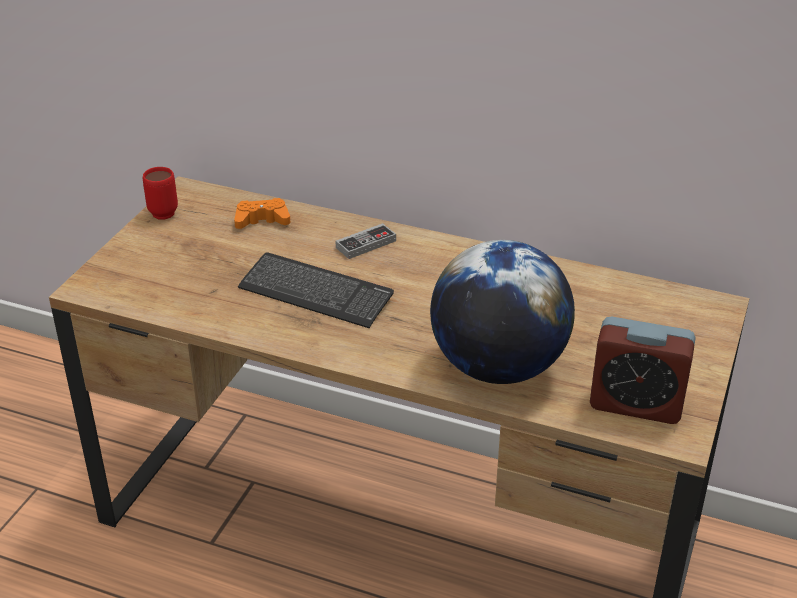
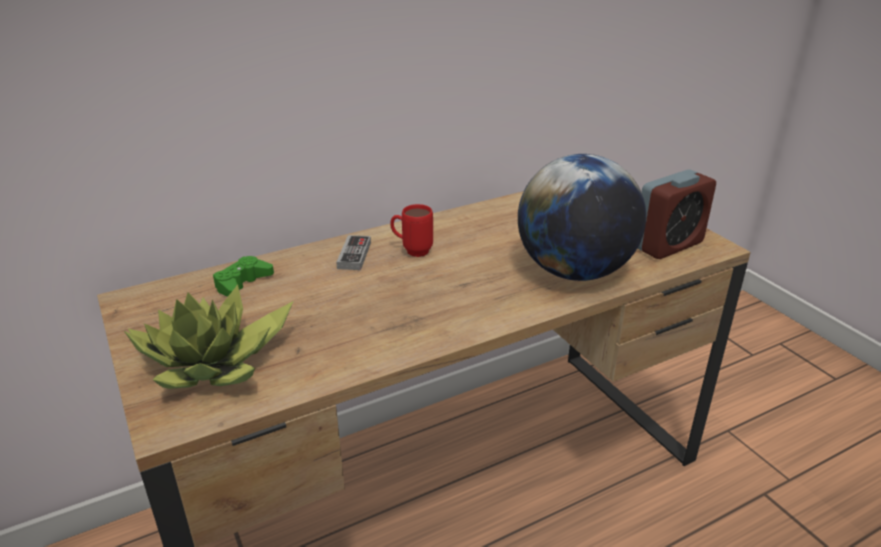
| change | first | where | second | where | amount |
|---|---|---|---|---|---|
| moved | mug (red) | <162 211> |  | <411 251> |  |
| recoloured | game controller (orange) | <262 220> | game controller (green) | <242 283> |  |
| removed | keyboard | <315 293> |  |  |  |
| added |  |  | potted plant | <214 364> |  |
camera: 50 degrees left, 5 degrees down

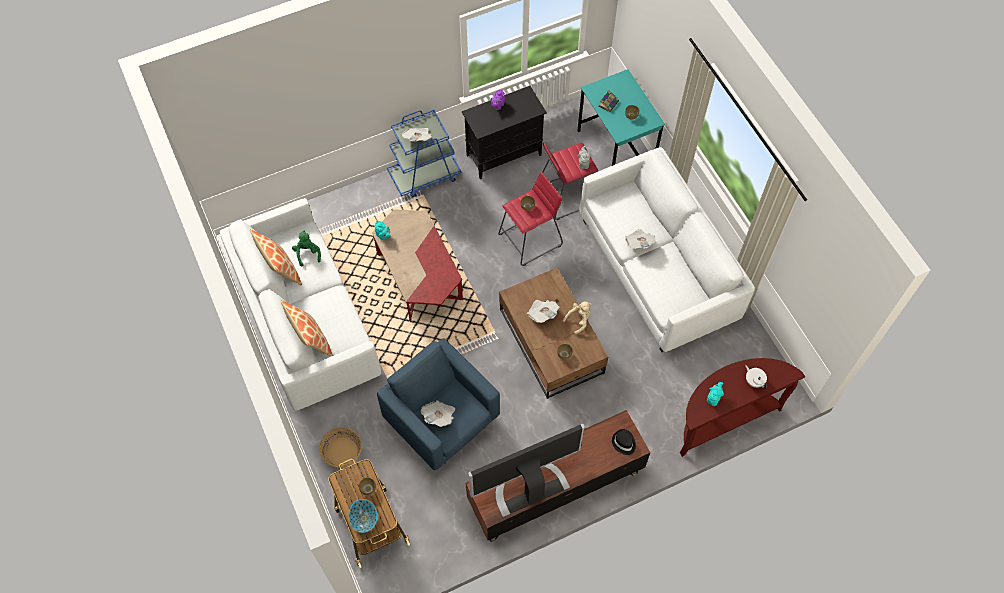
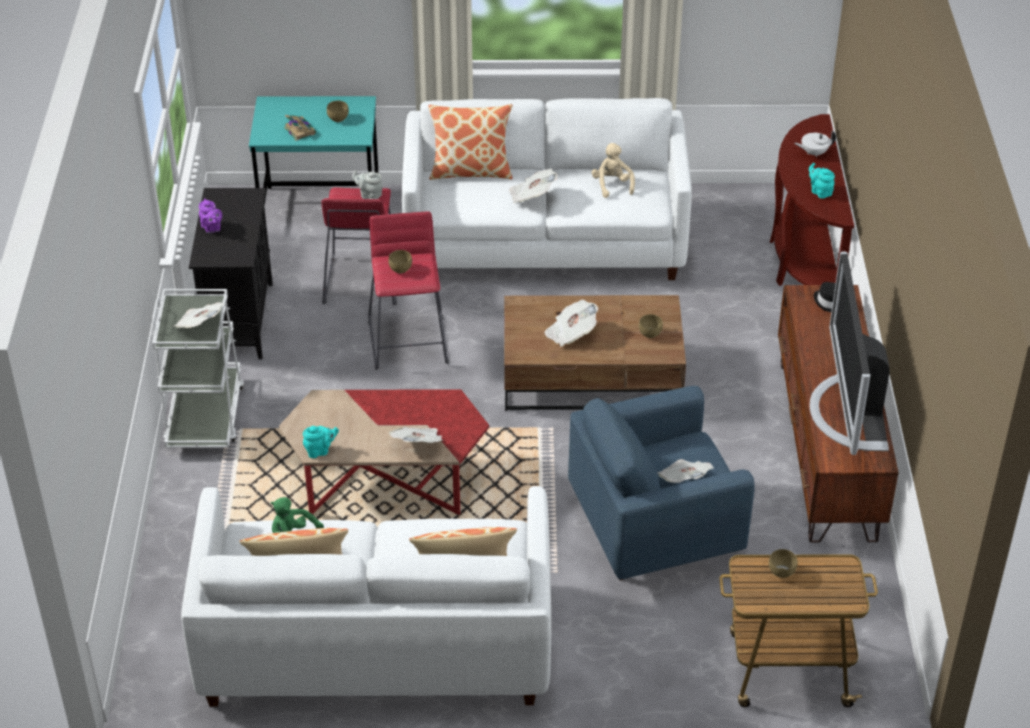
| change | first | where | second | where | amount |
|---|---|---|---|---|---|
| removed | basket | <342 452> |  |  |  |
| removed | bowl | <363 519> |  |  |  |
| recoloured | cart (blue) | <425 175> | cart (white) | <205 416> |  |
| moved | plush toy (beige) | <579 320> |  | <612 185> |  |
| added |  |  | newspaper | <418 445> |  |
| added |  |  | pillow | <471 171> |  |
camera: 65 degrees left, 20 degrees down

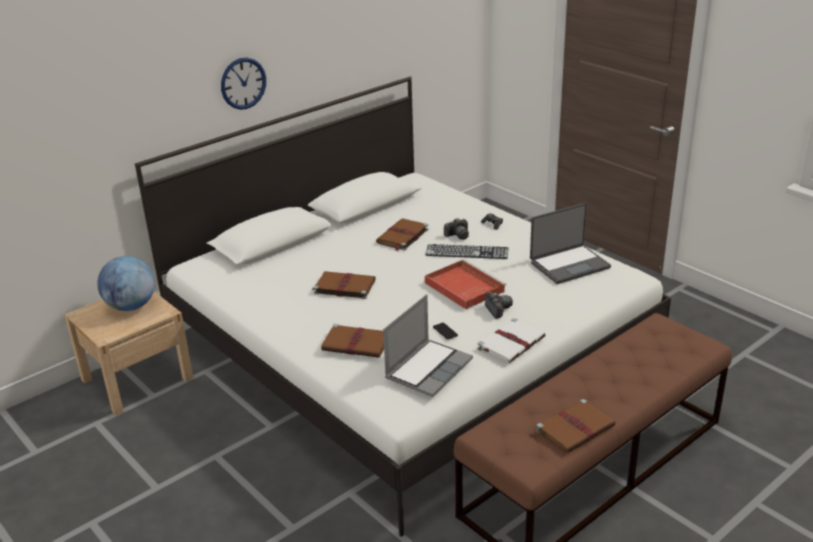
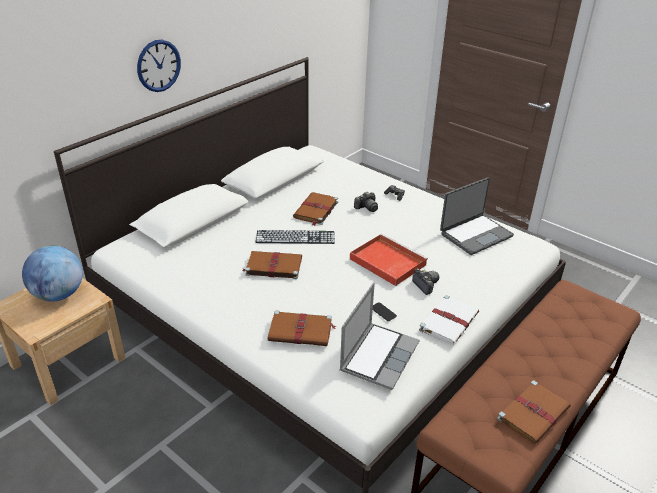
| change | first | where | second | where | amount |
|---|---|---|---|---|---|
| moved | keyboard | <467 252> |  | <295 237> |  |
camera: 10 degrees left, 5 degrees up

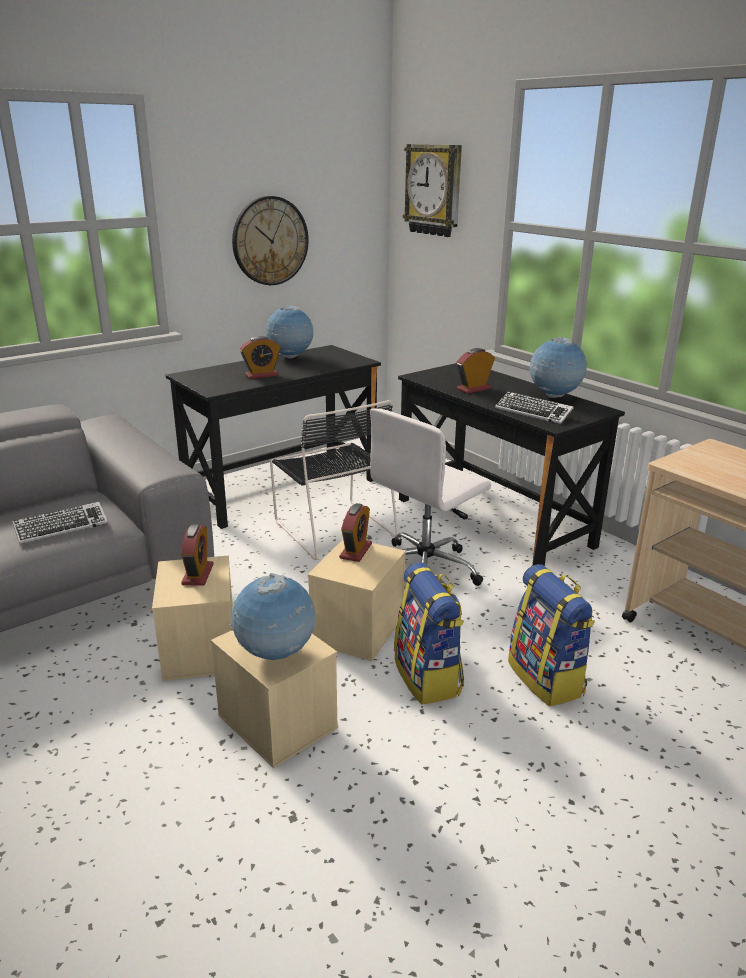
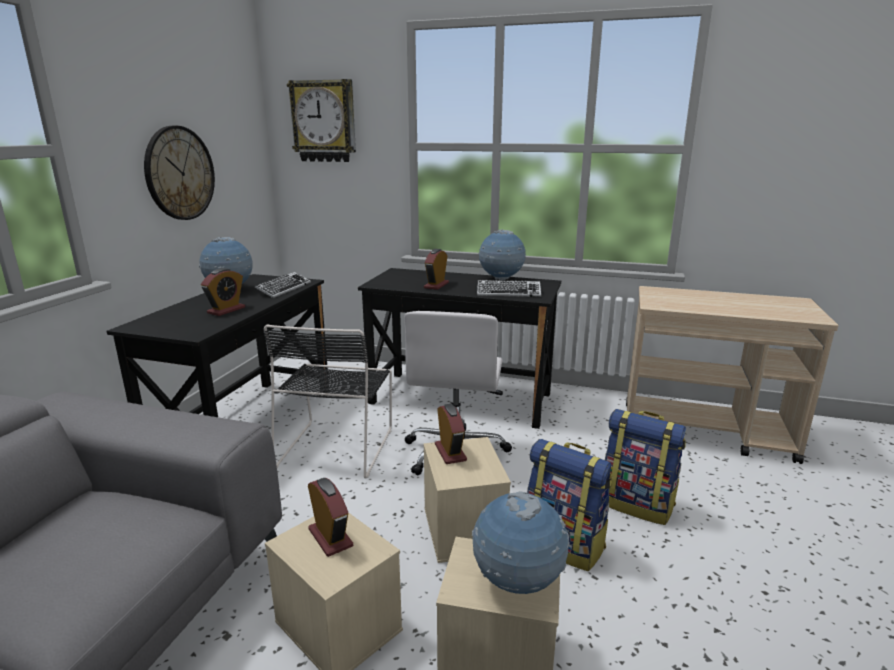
| change | first | where | second | where | amount |
|---|---|---|---|---|---|
| moved | keyboard | <61 528> |  | <284 289> |  |
| turned | chair (black) | <333 527> |  | <337 446> | 75 degrees clockwise |
camera: 35 degrees left, 5 degrees down

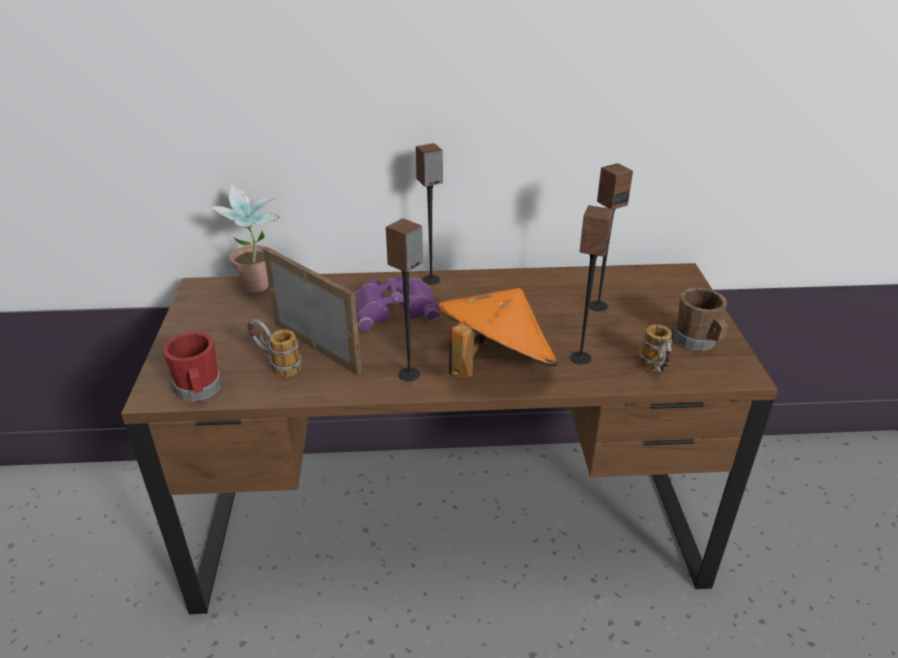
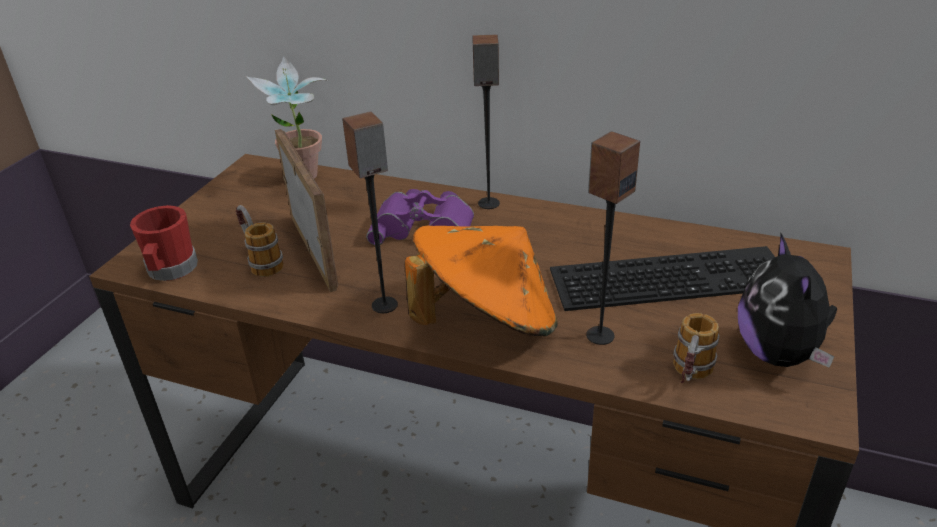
| change | first | where | second | where | amount |
|---|---|---|---|---|---|
| replaced | speaker | <598 306> | keyboard | <671 275> |  |
| replaced | mug (brown) | <697 342> | plush toy | <779 354> |  |
camera: 25 degrees right, 0 degrees up

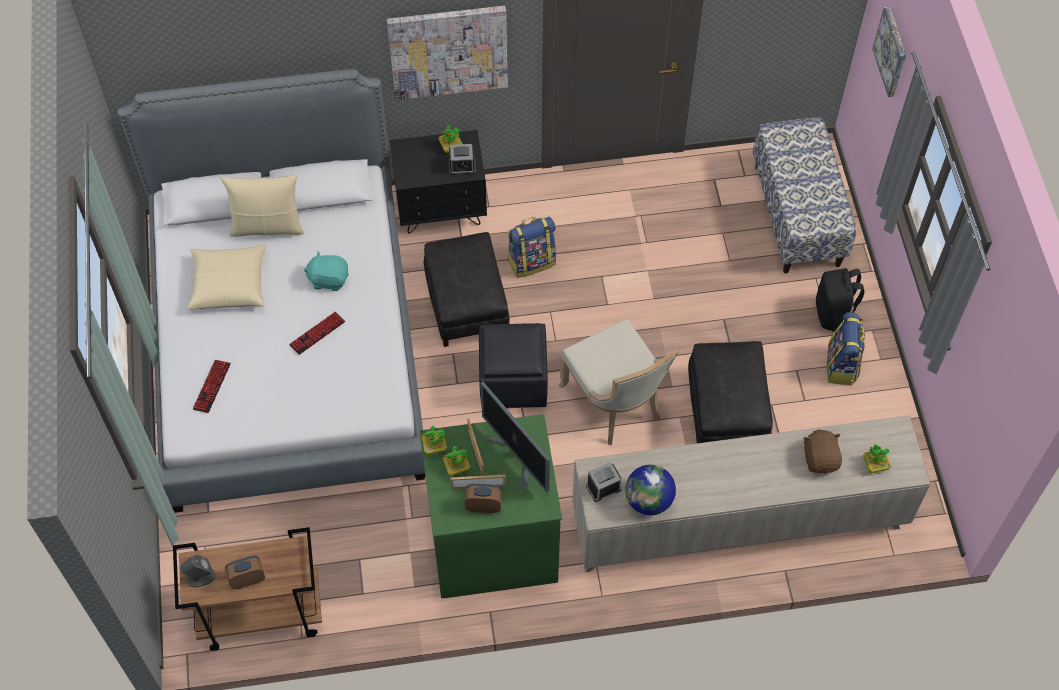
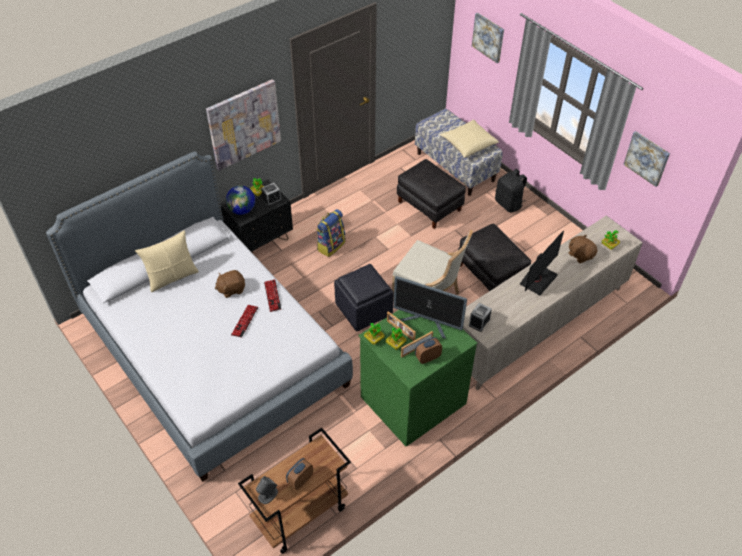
| change | first | where | second | where | amount |
|---|---|---|---|---|---|
| moved | pillow (beige) | <229 284> |  | <468 144> |  |
| moved | keyboard | <212 386> |  | <272 296> |  |
| recoloured | plush toy (turquoise) | <328 279> | plush toy (brown) | <231 289> |  |
| moved | ottoman (black) | <467 305> |  | <430 206> |  |
| moved | globe | <649 500> |  | <242 210> |  |
| removed | backpack | <842 365> |  |  |  |
| added |  |  | monitor | <538 279> |  |
| added |  |  | picture | <647 158> |  |
camera: 30 degrees left, 10 degrees down

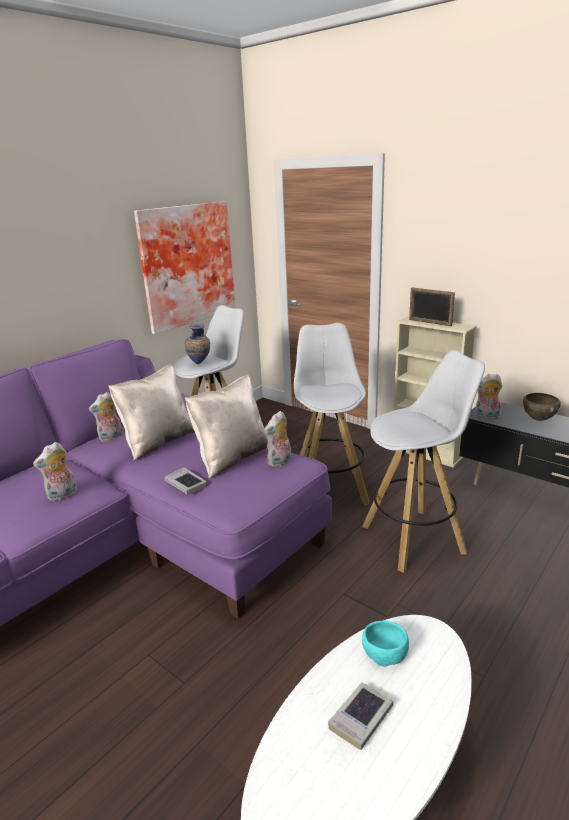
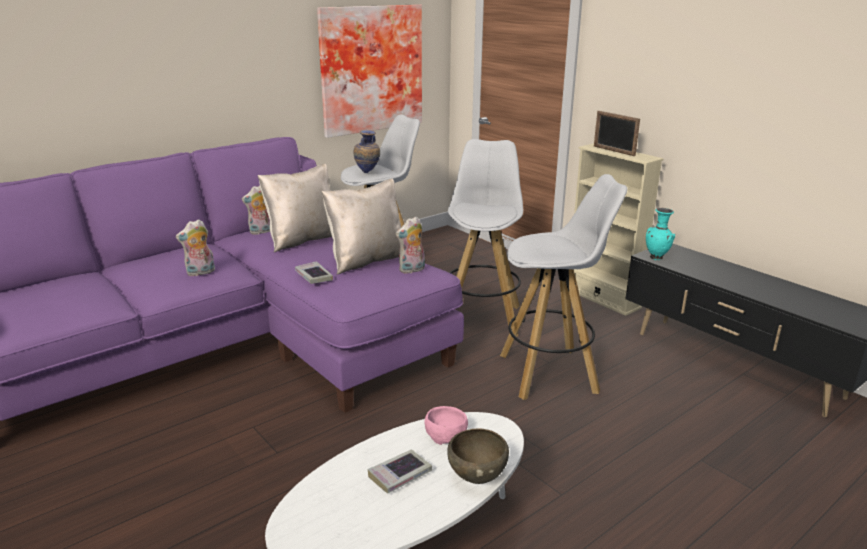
| change | first | where | second | where | amount |
|---|---|---|---|---|---|
| recoloured | bowl (turquoise) | <384 652> | bowl (pink) | <445 435> |  |
| replaced | plush toy | <486 416> | vase (turquoise) | <657 258> |  |
| moved | bowl (brown) | <538 419> |  | <477 478> |  |
camera: 10 degrees right, 0 degrees up

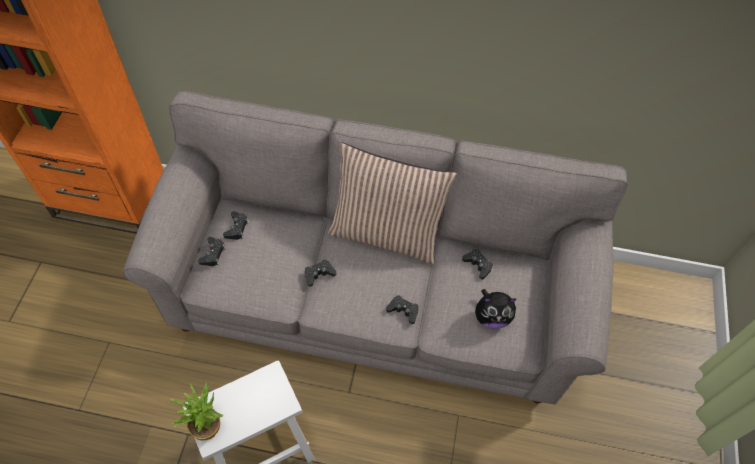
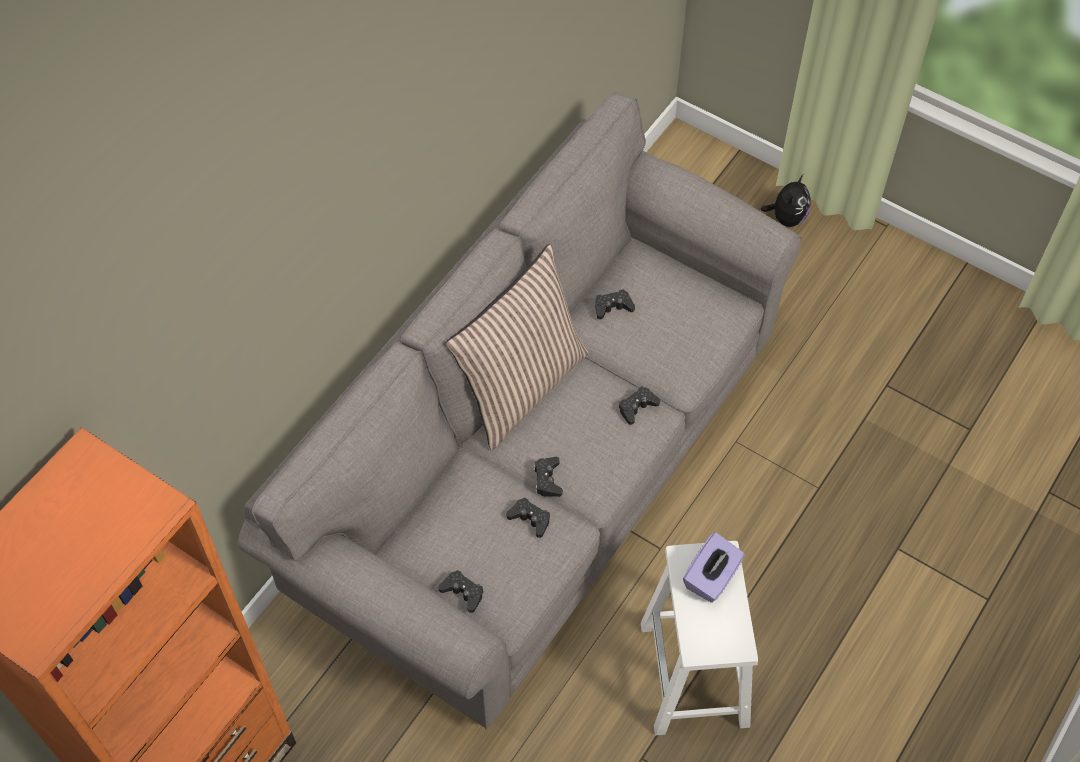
| change | first | where | second | where | amount |
|---|---|---|---|---|---|
| removed | potted plant | <206 424> |  |  |  |
| moved | game controller (black) | <237 228> |  | <530 519> |  |
| moved | plush toy | <491 317> |  | <786 218> |  |
| added |  |  | tissue box (purple) | <711 578> |  |
camera: 65 degrees left, 0 degrees up

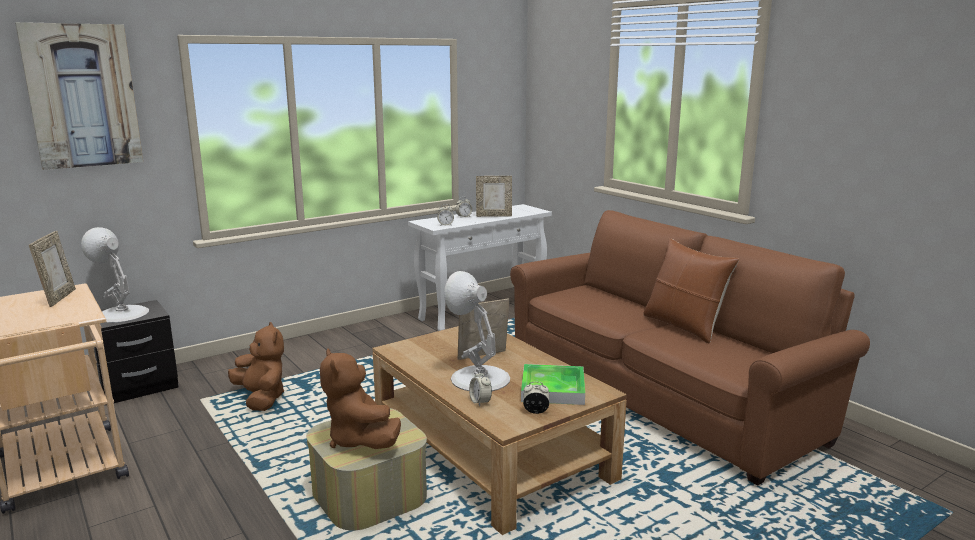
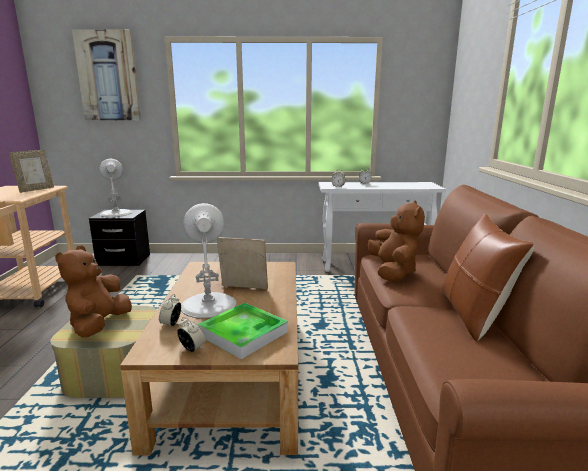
| change | first | where | second | where | amount |
|---|---|---|---|---|---|
| moved | plush toy (brown) | <261 398> |  | <393 272> |  |
| removed | picture frame | <494 216> |  |  |  |
camera: 35 degrees right, 0 degrees up

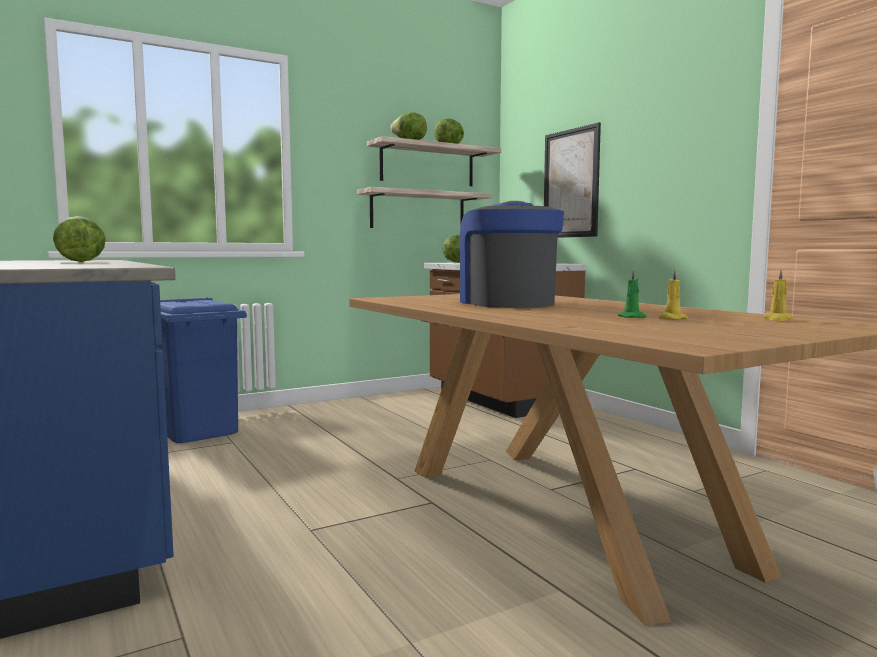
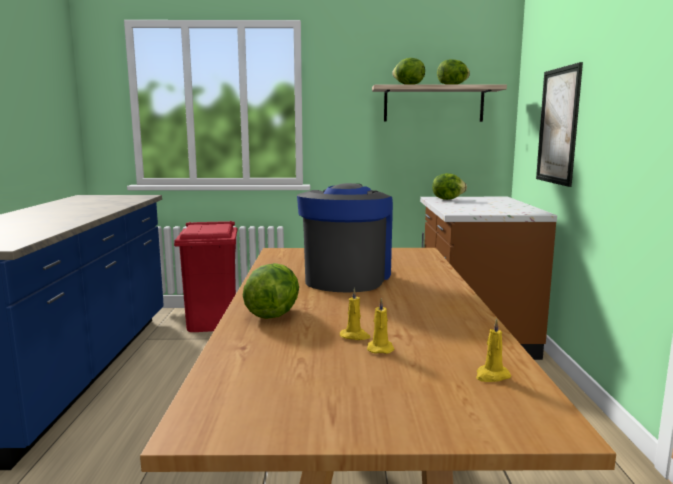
| change | first | where | second | where | amount |
|---|---|---|---|---|---|
| moved | lettuce | <81 262> |  | <273 314> |  |
| recoloured | trash can (blue) | <199 431> | trash can (red) | <212 322> |  |
| removed | shelf | <418 211> |  |  |  |
| recoloured | candle (green) | <632 317> | candle (yellow) | <355 336> |  |
camera: 30 degrees right, 5 degrees up

